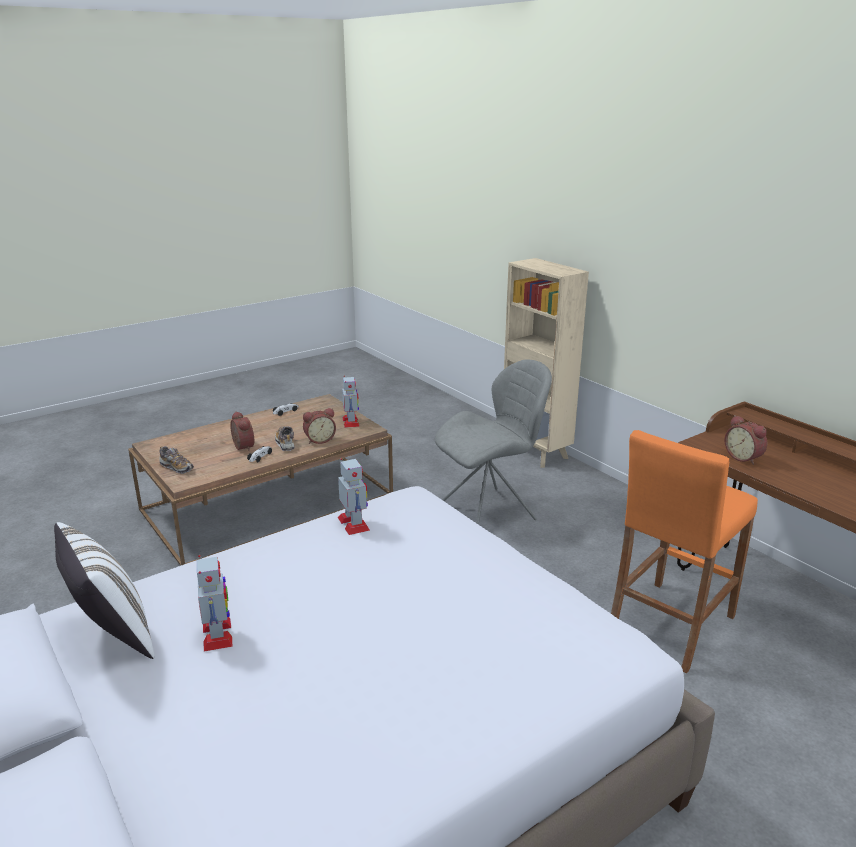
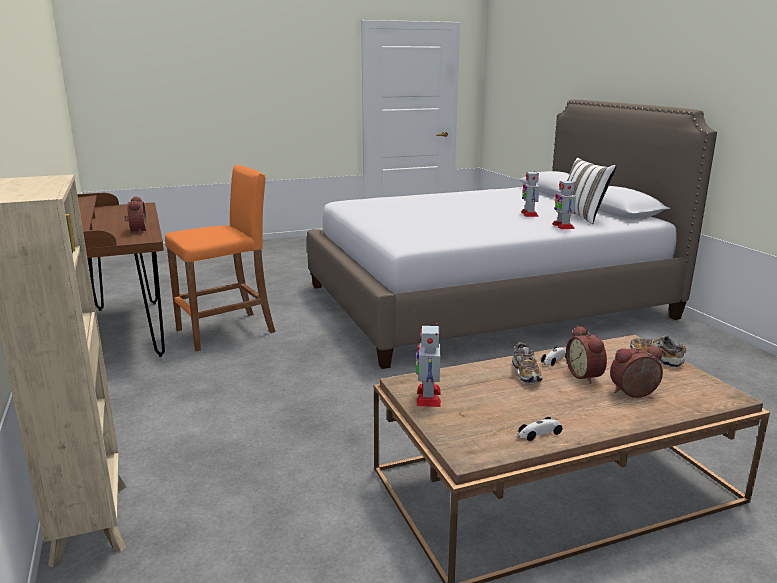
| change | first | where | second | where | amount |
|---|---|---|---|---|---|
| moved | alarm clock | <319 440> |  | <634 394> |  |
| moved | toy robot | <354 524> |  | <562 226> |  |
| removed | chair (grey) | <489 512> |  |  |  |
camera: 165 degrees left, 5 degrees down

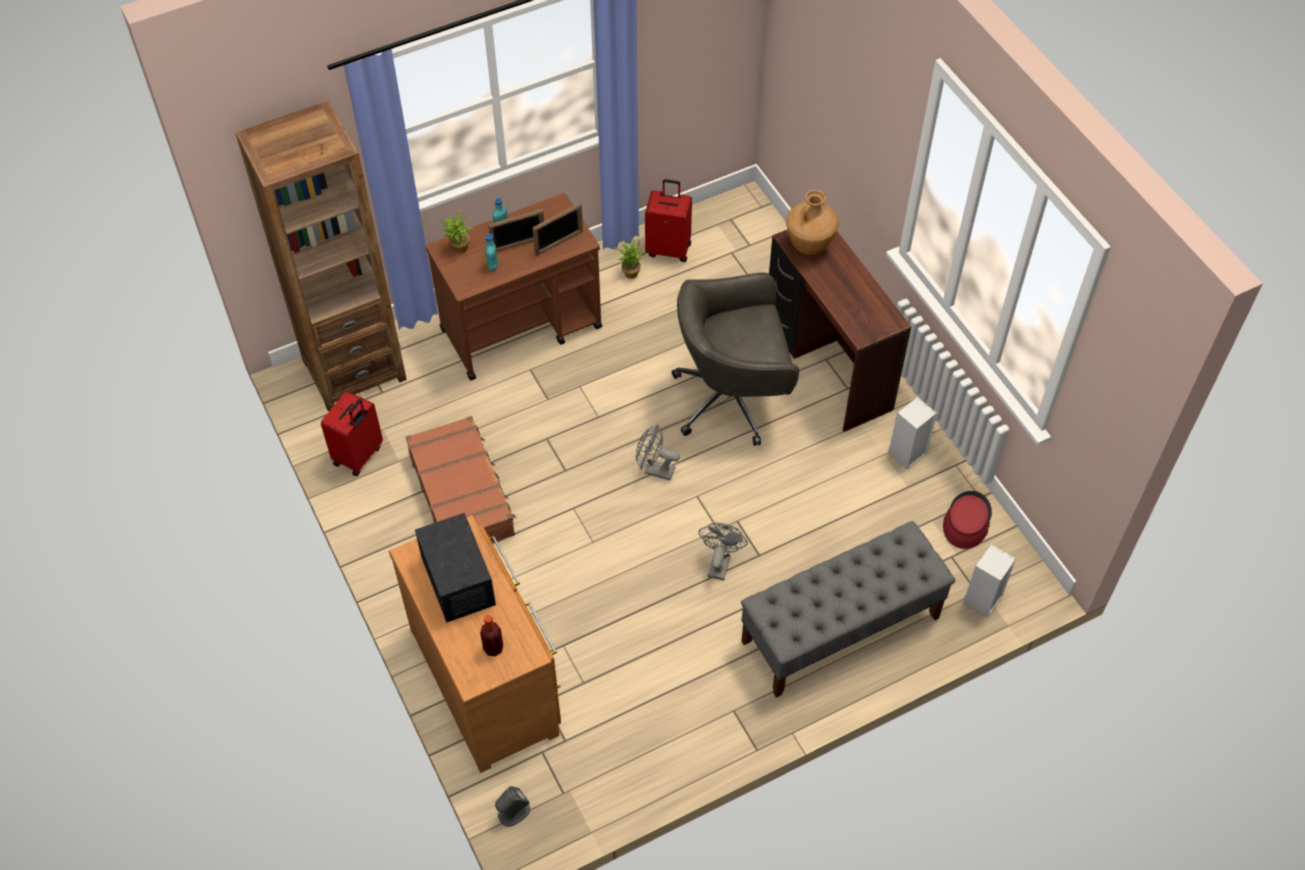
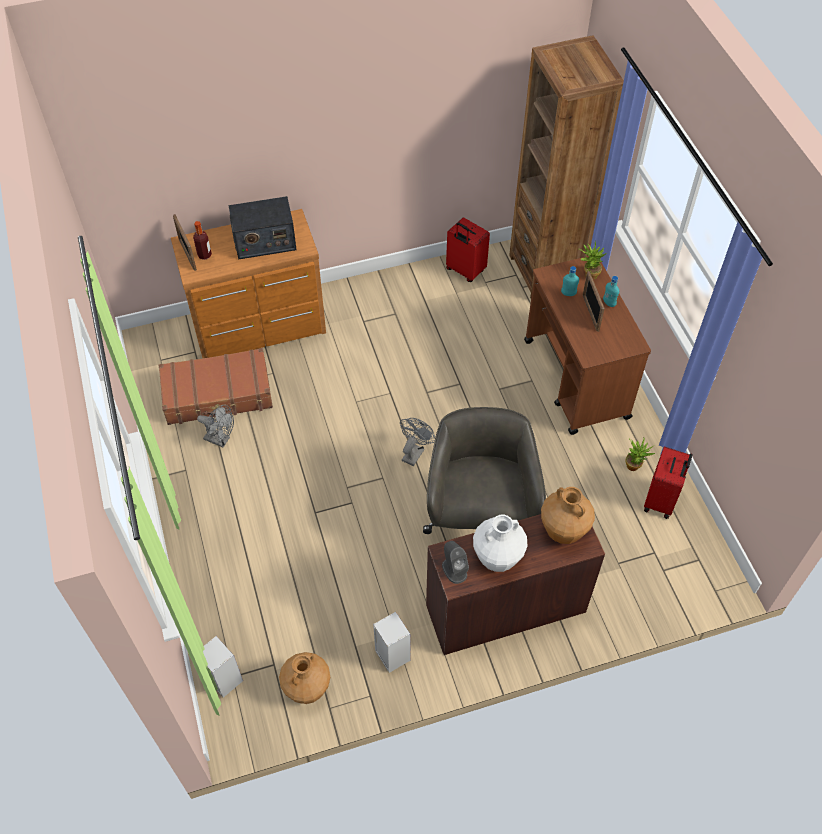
| change | first | where | second | where | amount |
|---|---|---|---|---|---|
| moved | suitcase (brown) | <462 494> |  | <218 395> |  |
| moved | speaker (grey) | <513 812> |  | <454 569> |  |
| moved | picture frame | <559 243> |  | <187 254> |  |
| moved | fan (grey) | <719 562> |  | <220 440> |  |
| removed | bench (grey) | <840 630> |  |  |  |
| replaced | hat (red) | <967 520> | vase (brown) | <307 689> |  |
| added |  |  | vase (white) | <498 558> |  |
camera: 100 degrees right, 0 degrees up

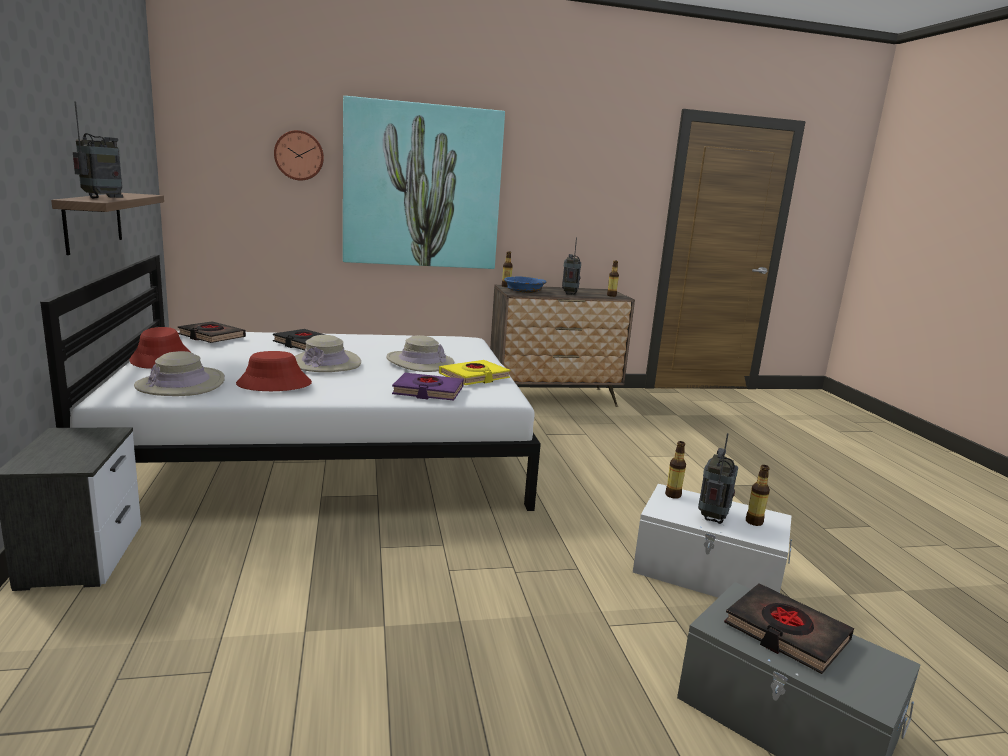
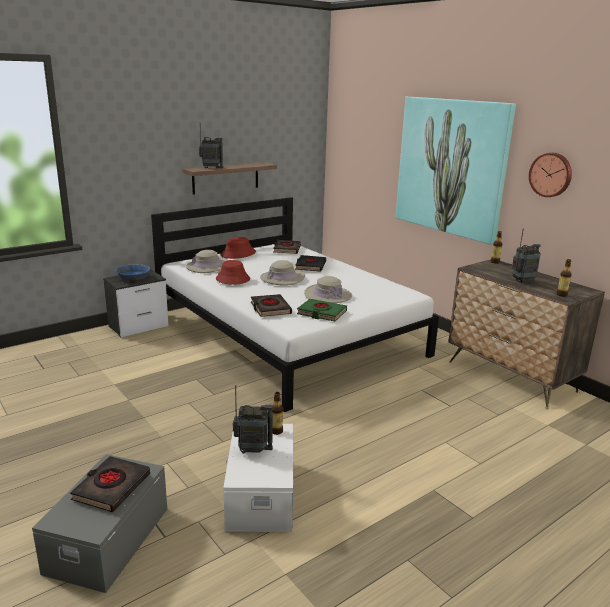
| change | first | where | second | where | amount |
|---|---|---|---|---|---|
| moved | wall clock | <299 155> |  | <551 174> |  |
| recoloured | book (purple) | <428 391> | book (black) | <270 308> |  |
| recoloured | book (yellow) | <474 377> | book (green) | <321 313> |  |
| moved | bowl (blue) | <524 291> |  | <133 278> |  |
| removed | bottle | <754 522> |  |  |  |
camera: 65 degrees right, 5 degrees up

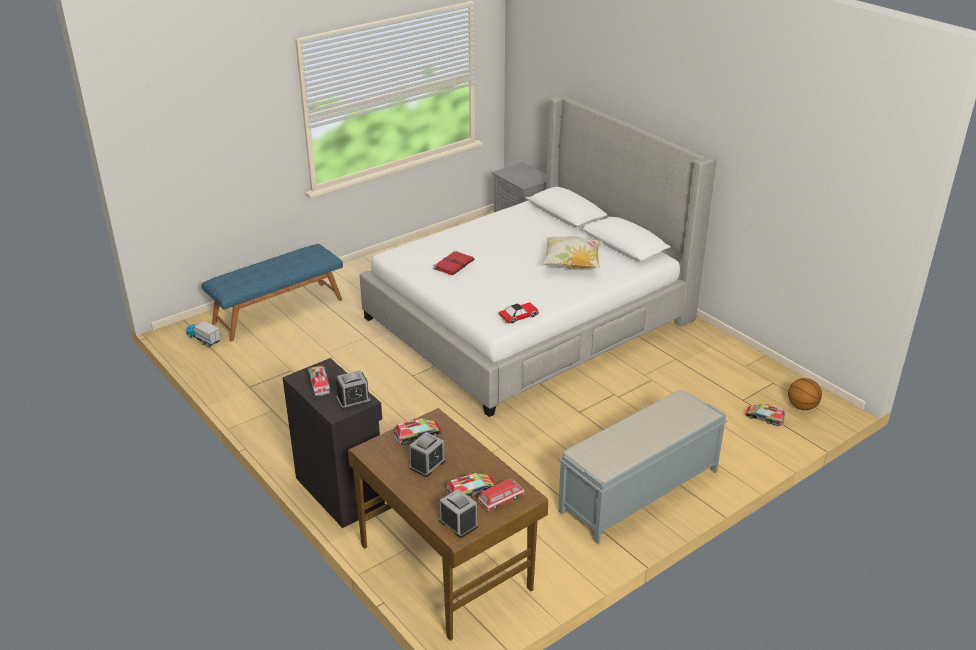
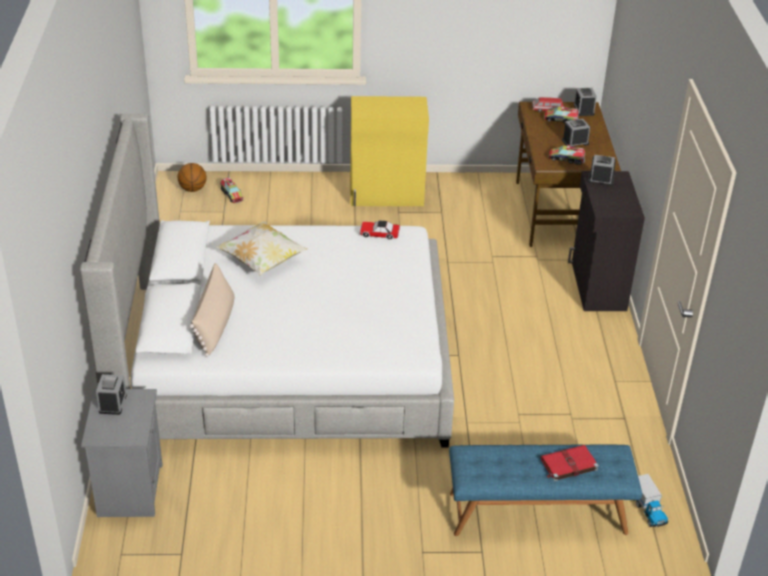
| change | first | where | second | where | amount |
|---|---|---|---|---|---|
| removed | toy truck | <319 383> |  |  |  |
| moved | book (red) | <454 264> |  | <568 464> |  |
| replaced | bench (grey) | <638 492> | cabinet (yellow) | <387 196> |  |
| added |  |  | alarm clock | <113 403> |  |
| added |  |  | pillow (beige) | <215 325> |  |
camera: 145 degrees left, 5 degrees up

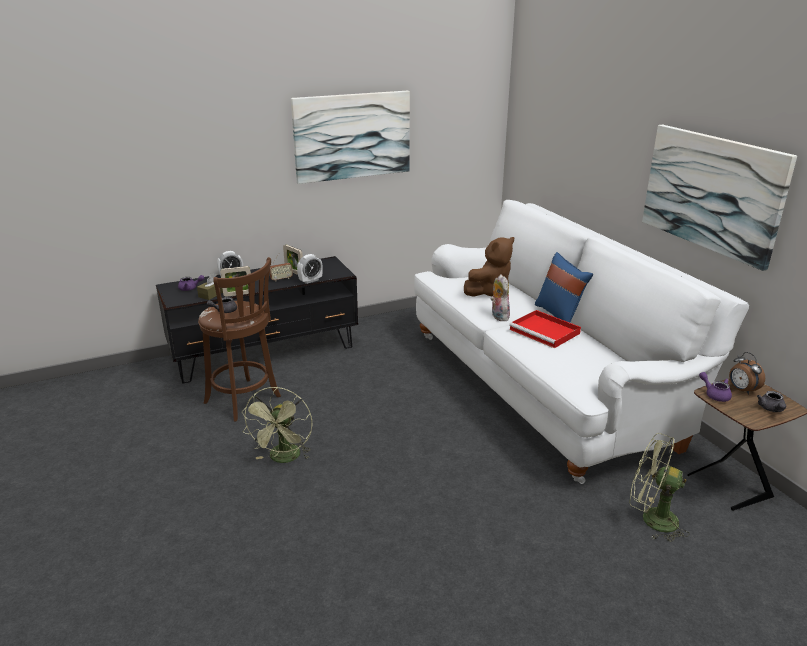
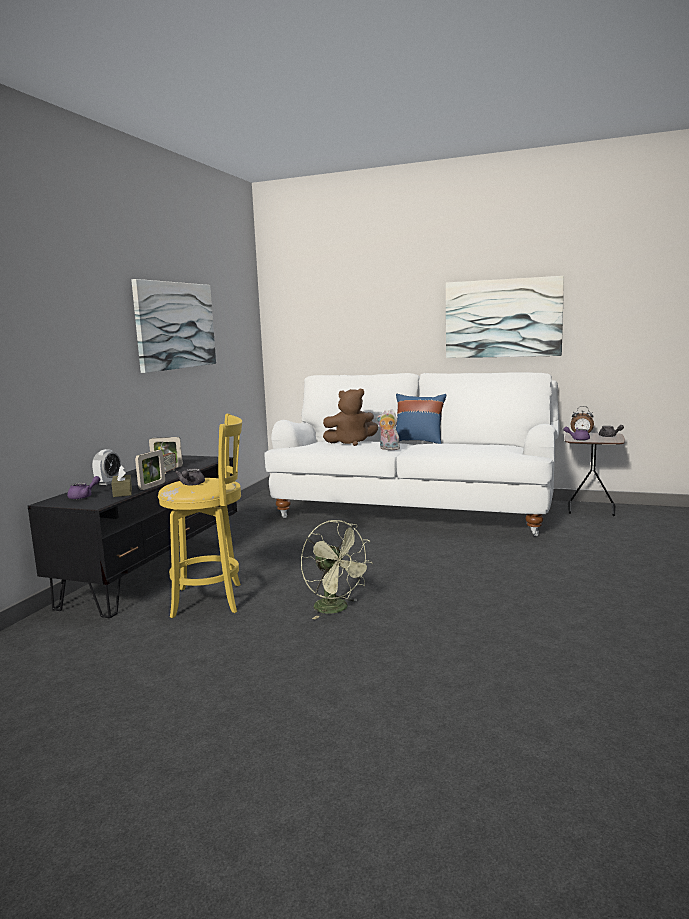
| change | first | where | second | where | amount |
|---|---|---|---|---|---|
| recoloured | stool (brown) | <245 401> | stool (yellow) | <212 600> |  |
| removed | alarm clock | <310 280> |  |  |  |
| turned | plush toy (brown) | <489 292> |  | <351 443> | 75 degrees clockwise |
| removed | tray (red) | <545 332> |  |  |  |
| removed | fan (green) | <651 519> |  |  |  |
camera: 45 degrees left, 15 degrees down

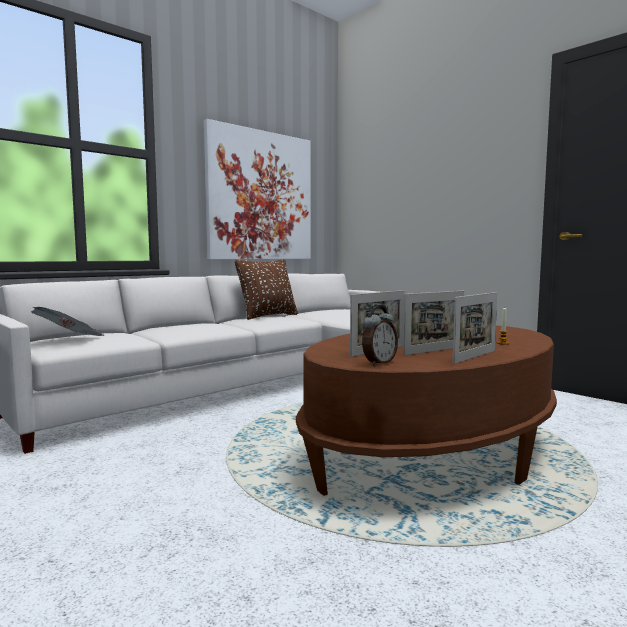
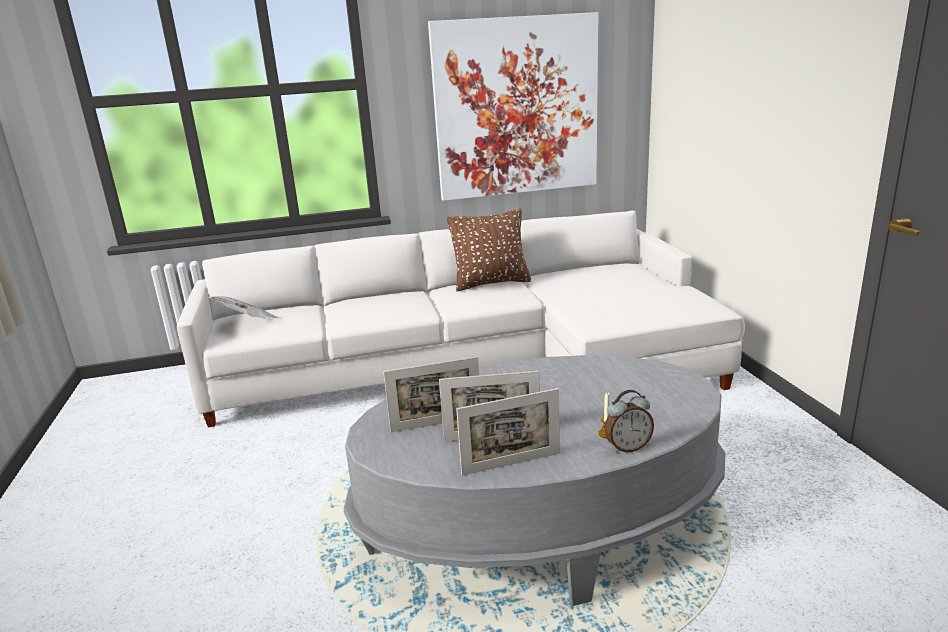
| change | first | where | second | where | amount |
|---|---|---|---|---|---|
| recoloured | coffee table (brown) | <432 452> | coffee table (grey) | <540 526> |  |
| moved | alarm clock | <378 363> |  | <627 447> |  |
camera: 30 degrees right, 15 degrees up

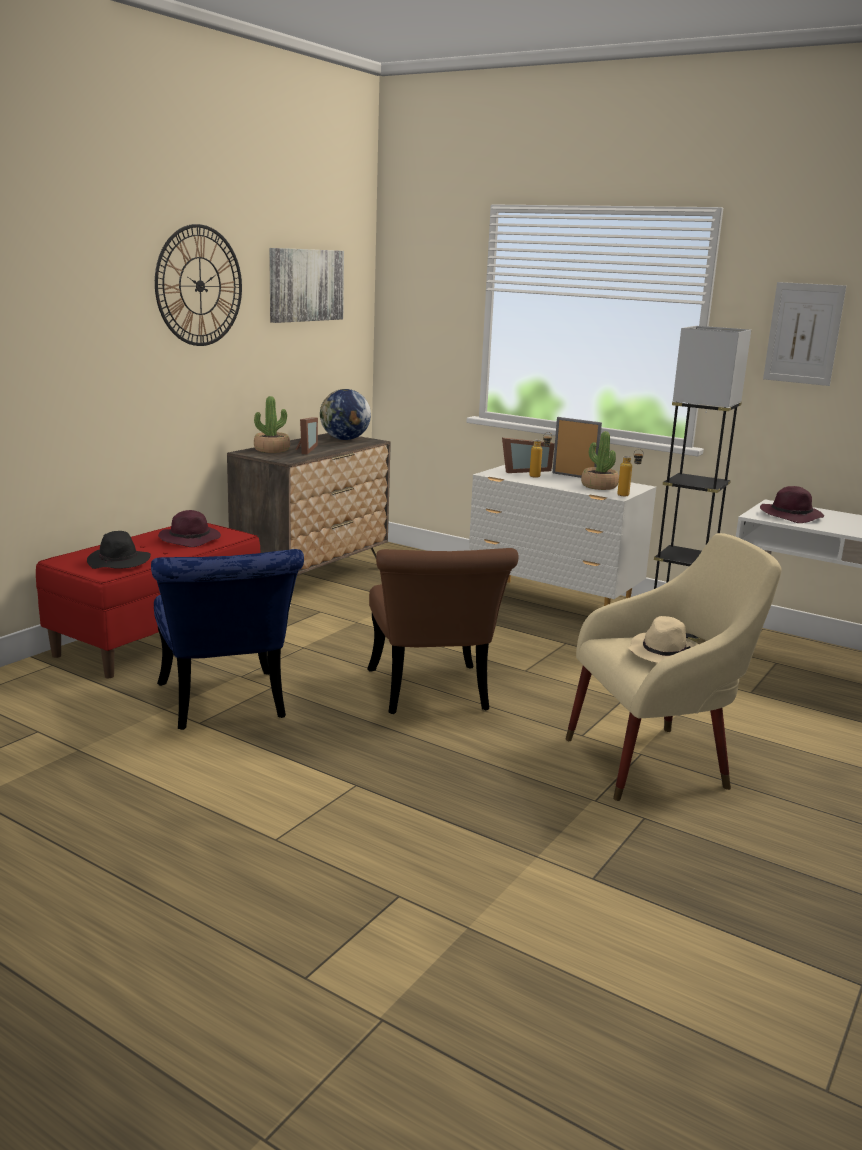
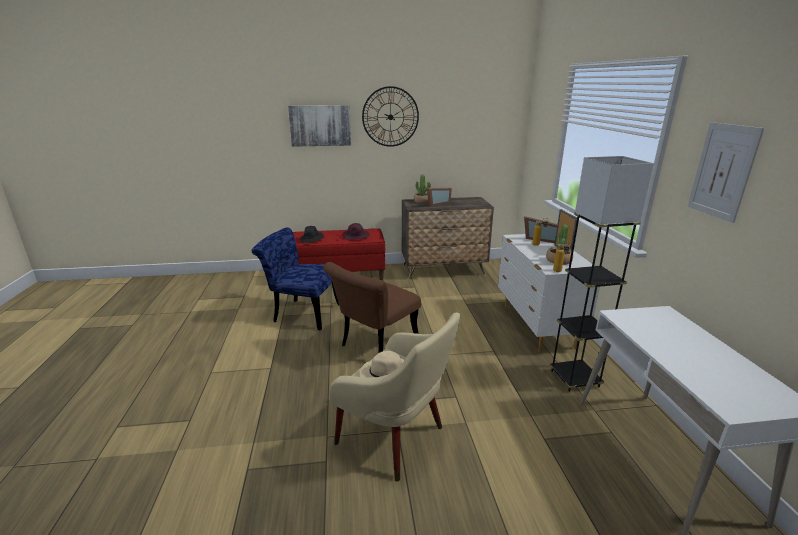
| change | first | where | second | where | amount |
|---|---|---|---|---|---|
| turned | chair (blue) | <225 706> |  | <302 313> | 75 degrees clockwise |
| moved | picture | <305 285> |  | <320 125> |  |
| removed | globe | <344 439> |  |  |  |
| removed | hat (purple) | <791 516> |  |  |  |
camera: 50 degrees right, 5 degrees up

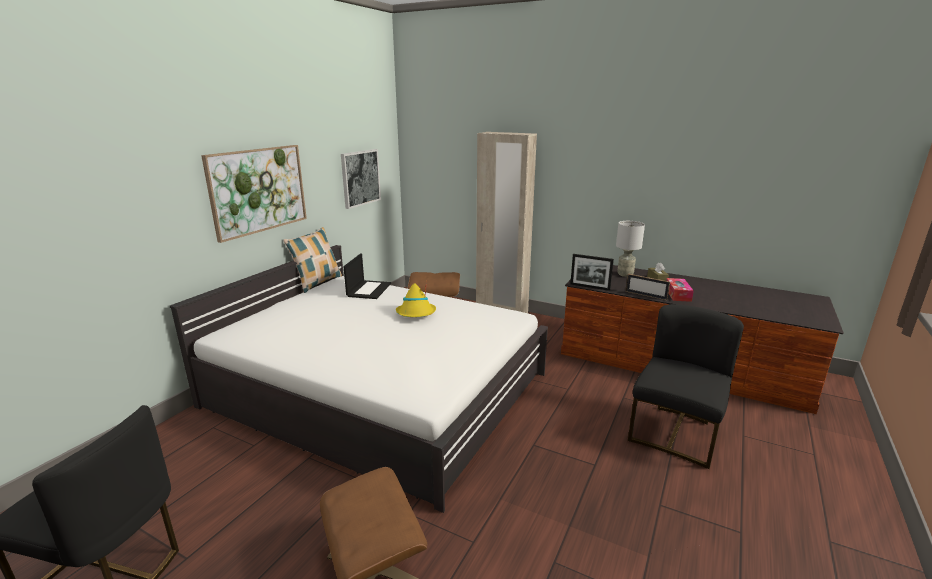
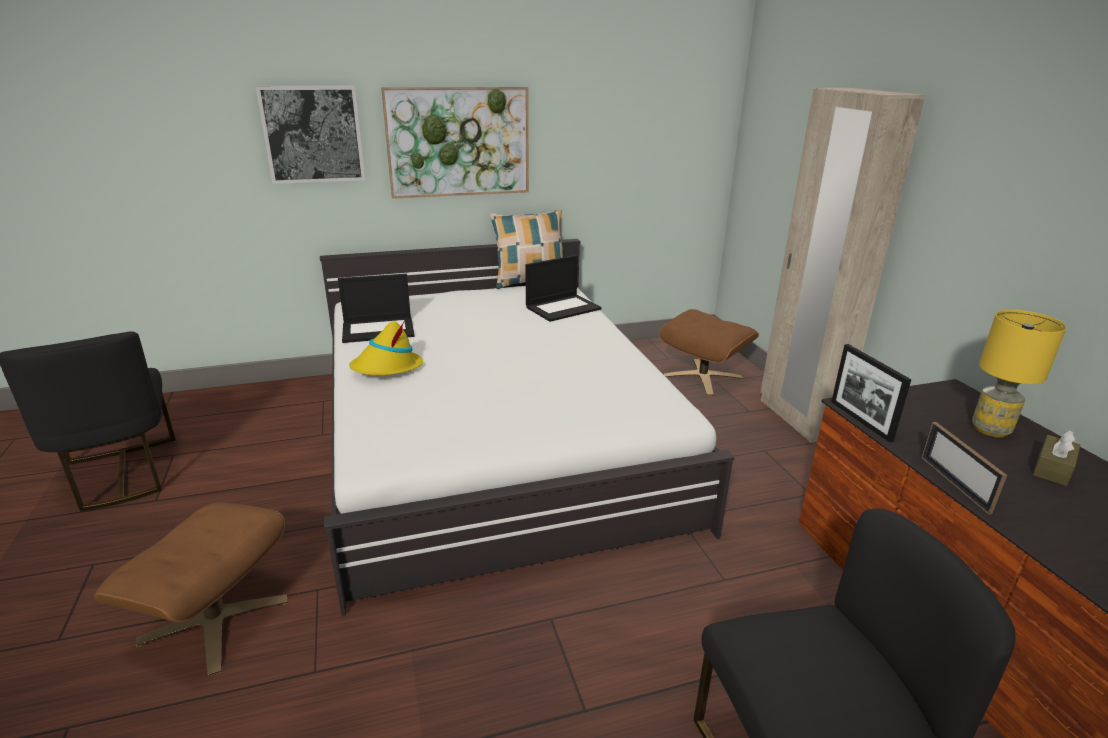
| change | first | where | second | where | amount |
|---|---|---|---|---|---|
| moved | picture | <360 178> |  | <313 134> |  |
| moved | hat (yellow) | <416 313> |  | <387 368> |  |
| recoloured | table lamp (grey) | <625 274> | table lamp (yellow) | <991 430> |  |
| removed | tissue box | <678 294> |  |  |  |
| added |  |  | laptop | <379 329> |  |
camera: 45 degrees right, 5 degrees up

